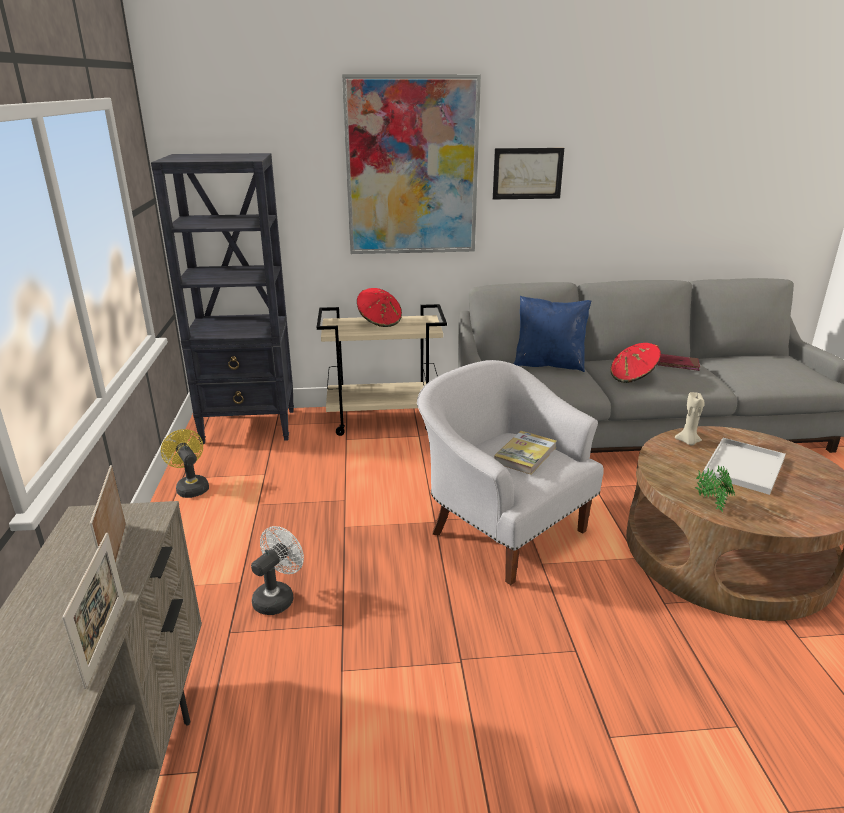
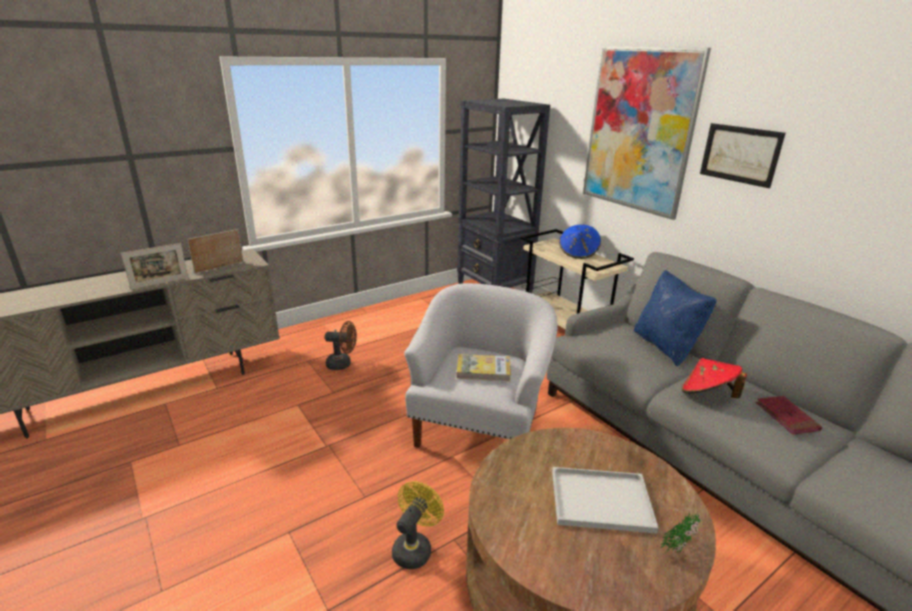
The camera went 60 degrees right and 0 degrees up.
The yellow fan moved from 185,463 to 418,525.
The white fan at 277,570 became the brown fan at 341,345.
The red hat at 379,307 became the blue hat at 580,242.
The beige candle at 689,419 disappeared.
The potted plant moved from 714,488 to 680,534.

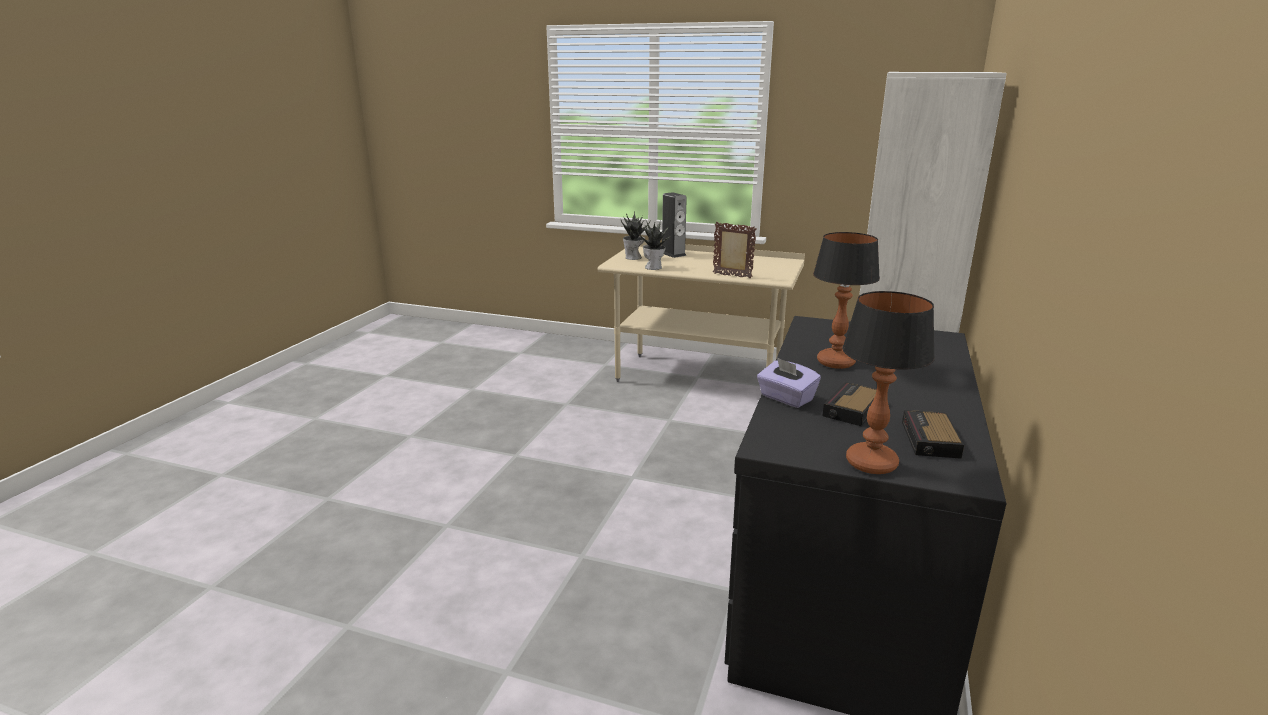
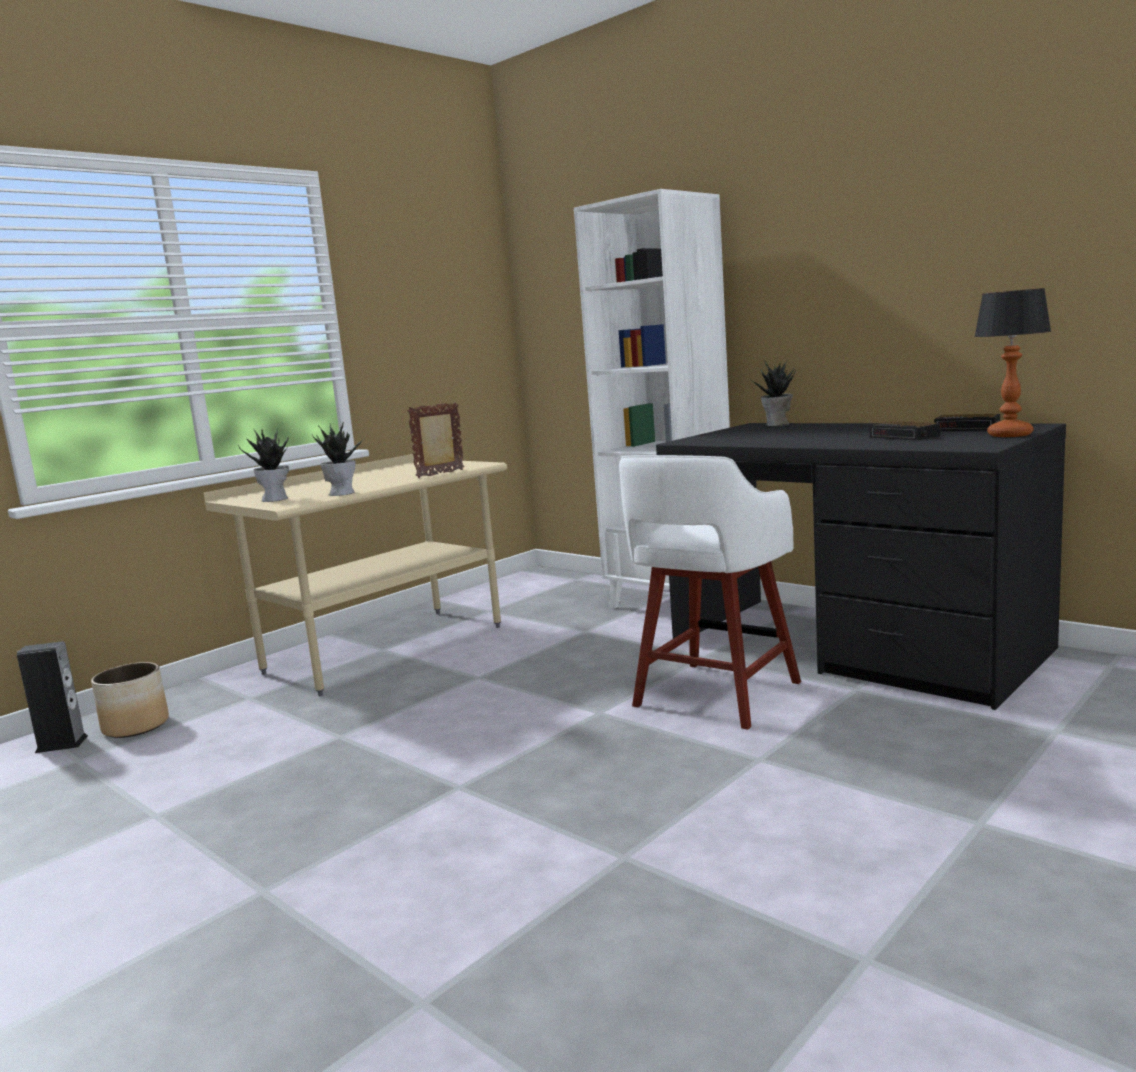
The camera went 65 degrees left and 10 degrees down.
The speaker moved from 674,225 to 52,697.
The purple tissue box at 789,383 disappeared.
The table lamp at 846,300 disappeared.
The planter at 130,700 appeared.
The white stool at 710,592 appeared.
The potted plant at 773,392 appeared.

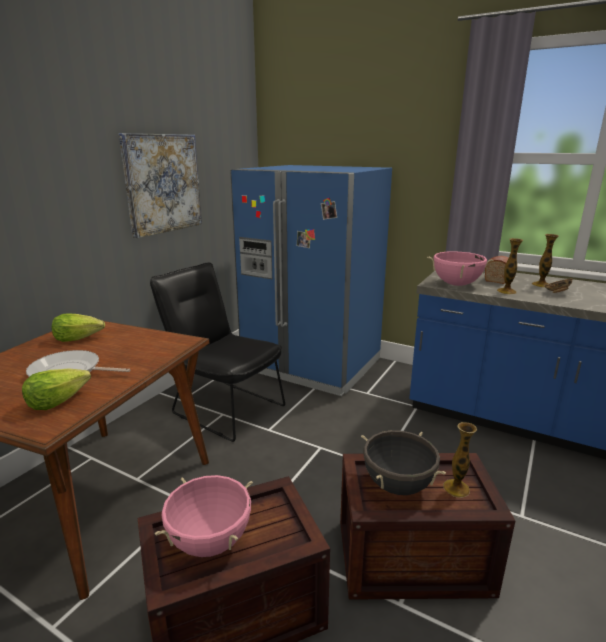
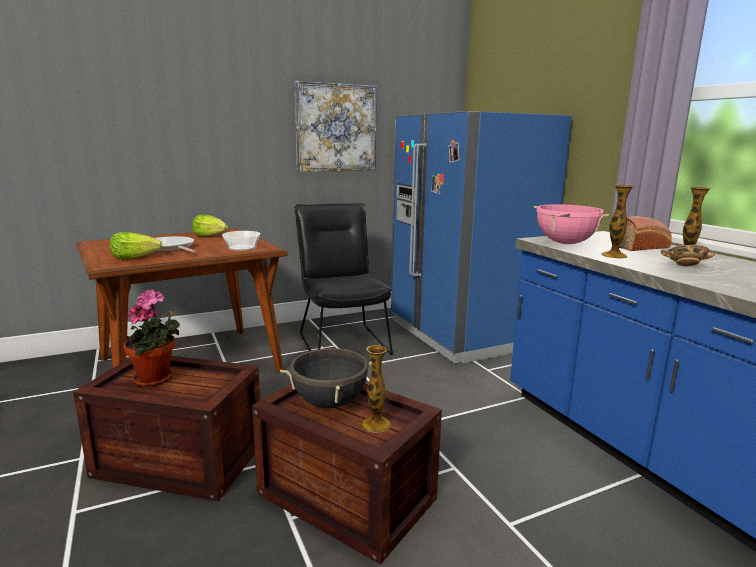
The camera went 35 degrees right and 5 degrees down.
The pink cooking pot at 204,516 was replaced by the potted plant at 152,338.
The bowl at 241,241 appeared.

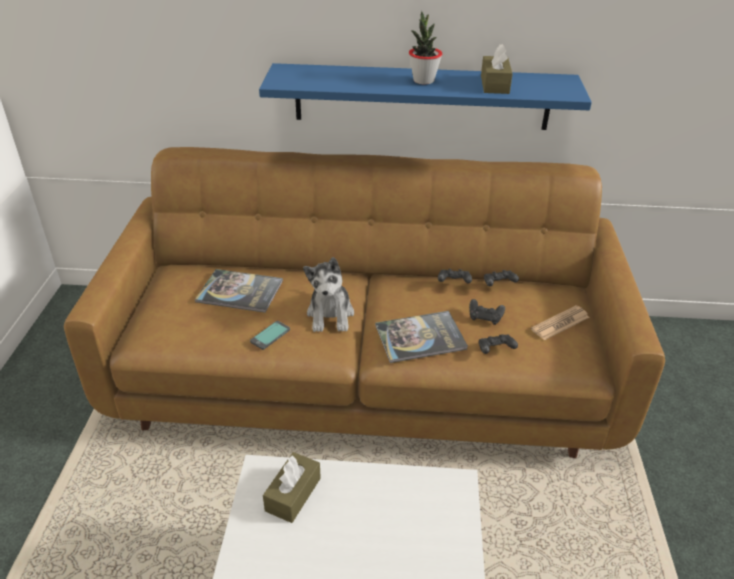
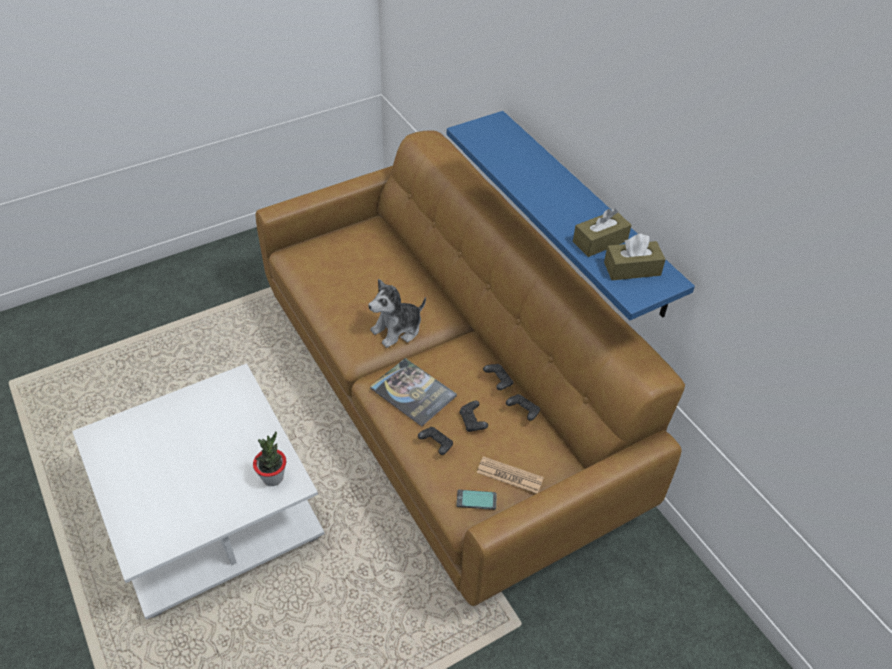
The camera went 55 degrees right and 10 degrees up.
The book at 239,291 disappeared.
The phone moved from 270,335 to 476,500.
The brown tissue box moved from 292,487 to 635,257.
The potted plant moved from 425,47 to 269,458.

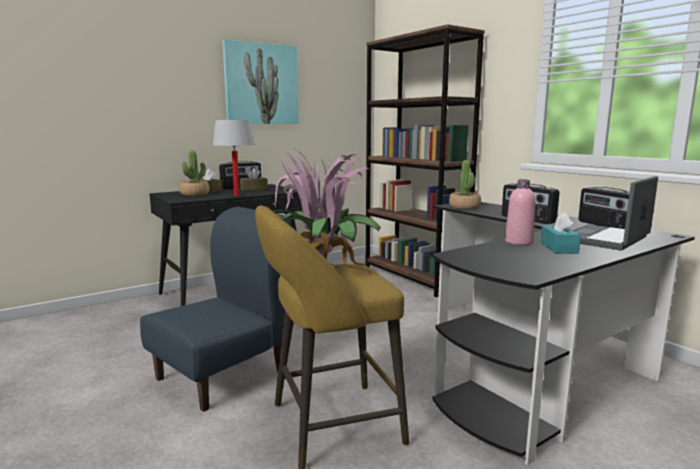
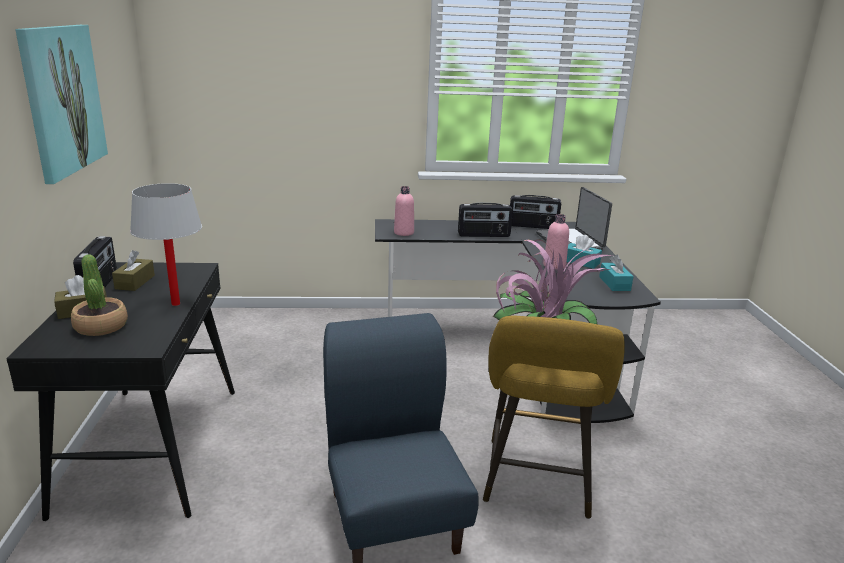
The camera went 60 degrees left and 10 degrees up.
The brown bookcase at 425,160 disappeared.
The potted plant at 465,184 was replaced by the pink bottle at 404,211.
The turquoise tissue box at 616,273 appeared.

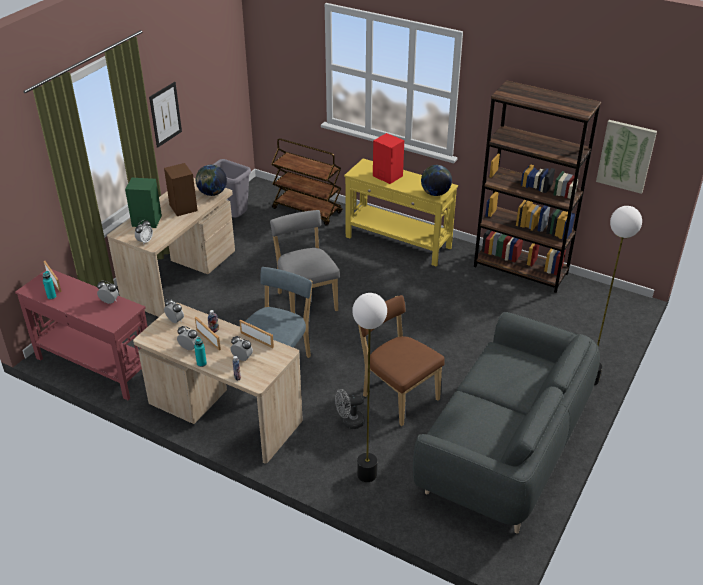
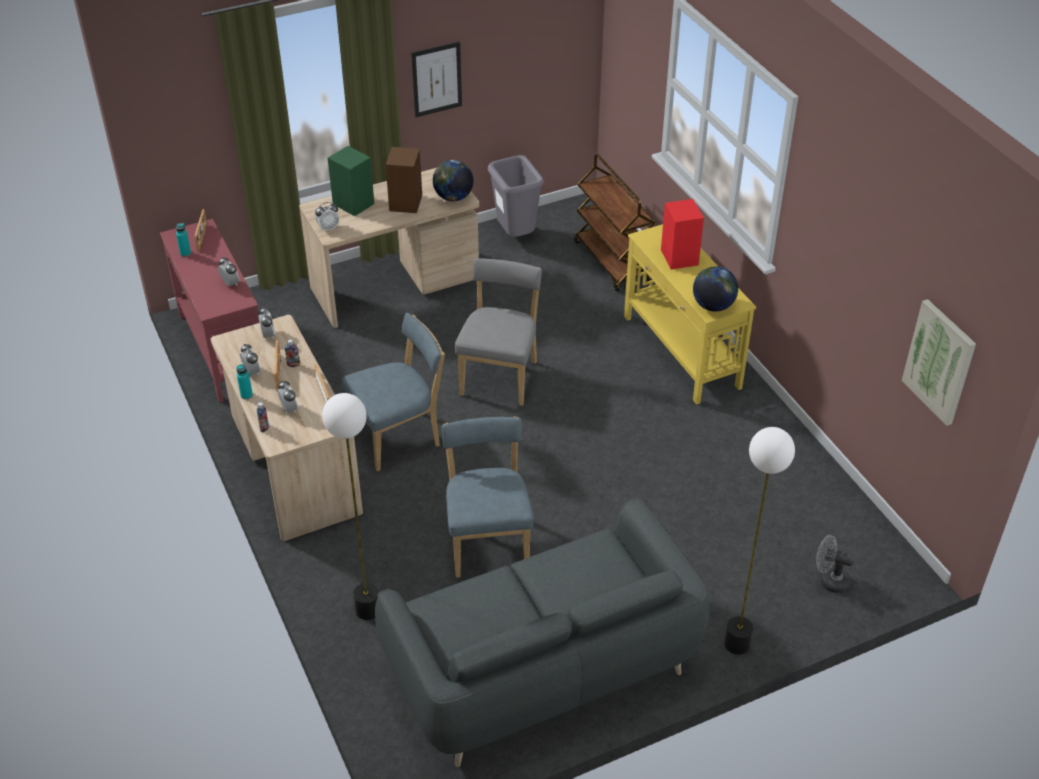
The camera went 35 degrees right and 5 degrees up.
The grey fan moved from 350,409 to 835,564.
The brown chair at 401,360 became the blue chair at 487,497.
The brown bookcase at 537,186 disappeared.

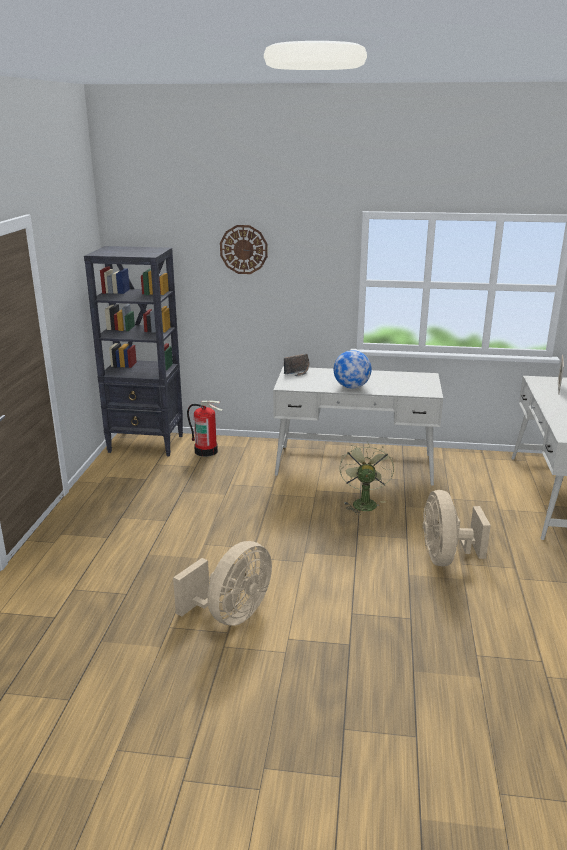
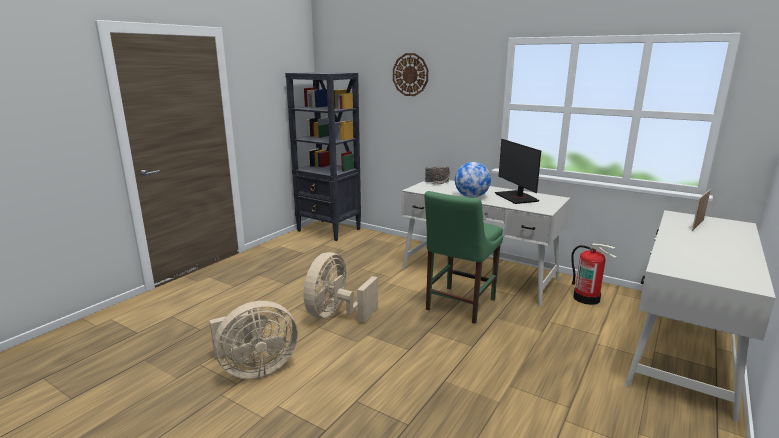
The camera went 25 degrees right and 5 degrees down.
The fire extinguisher moved from 205,428 to 594,274.
The green fan at 366,478 was replaced by the green chair at 463,257.
The beige fan moved from 457,528 to 341,287.
The monitor at 518,171 appeared.

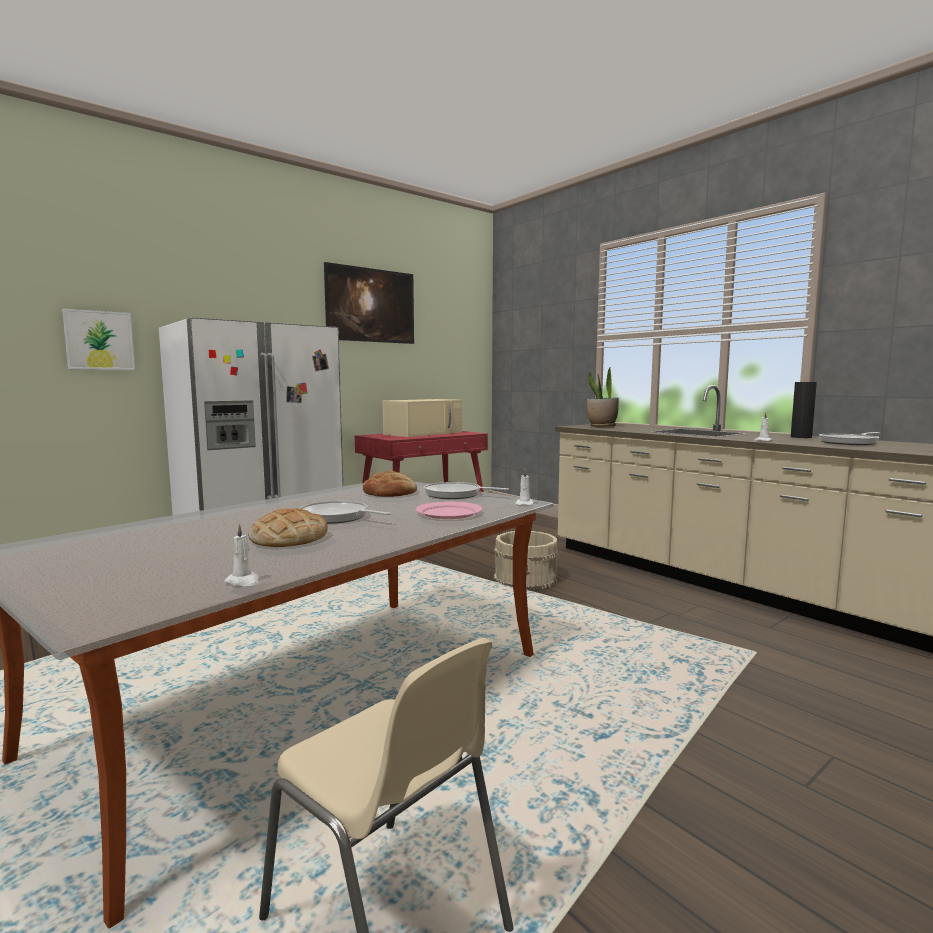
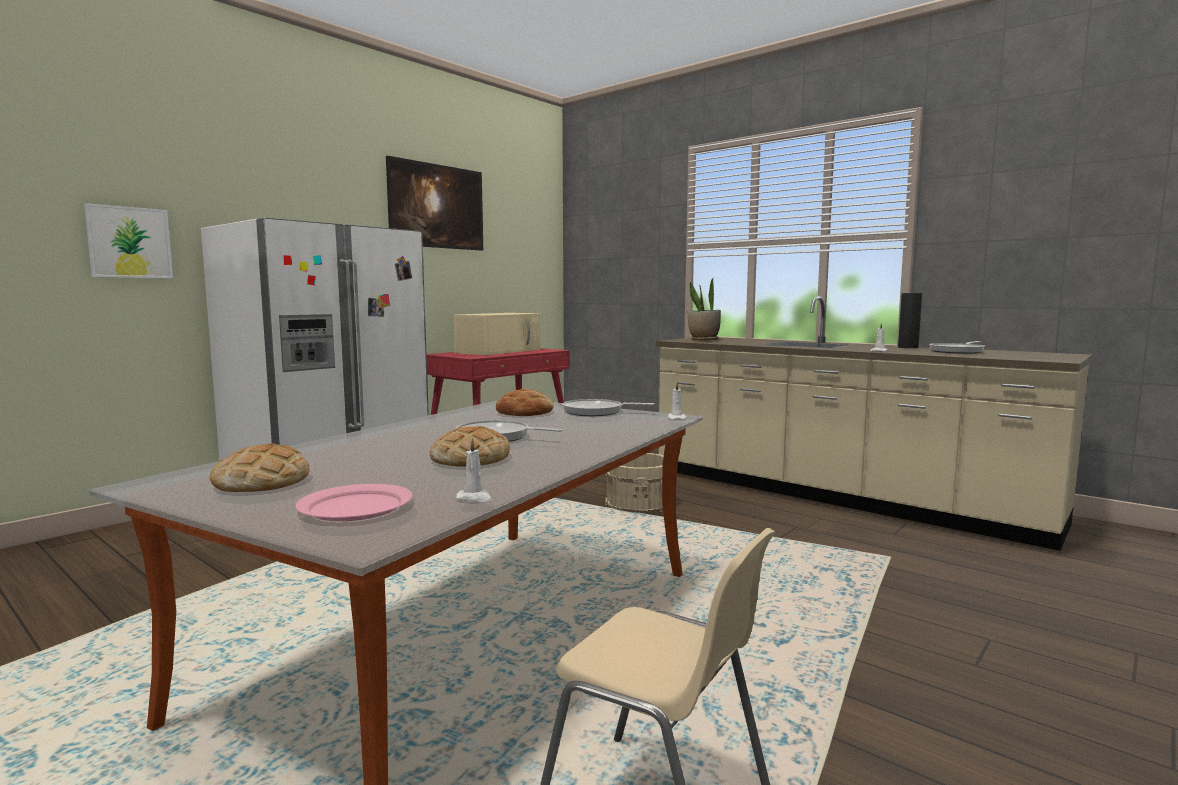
The camera went 10 degrees left and 0 degrees up.
The pink plate moved from 448,510 to 354,502.
The bread at 260,467 appeared.

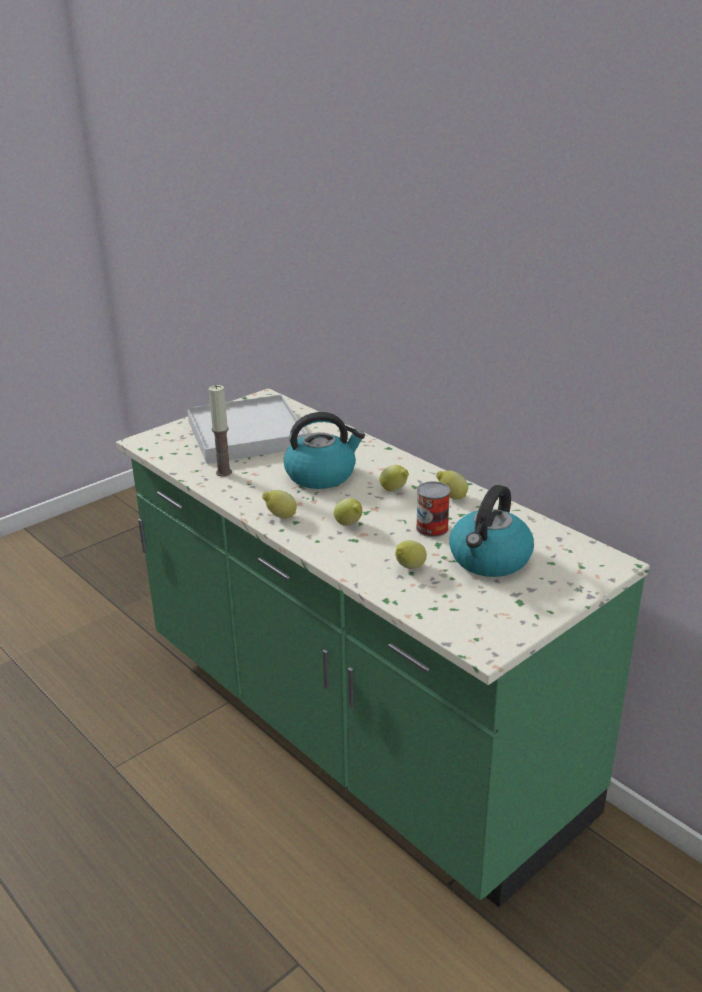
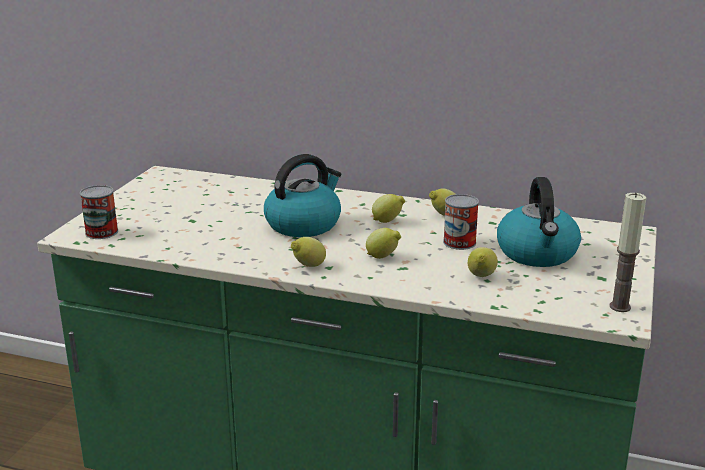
The camera went 30 degrees left and 5 degrees down.
The white tray at 247,429 disappeared.
The candle moved from 220,431 to 628,252.
The can at 99,212 appeared.

